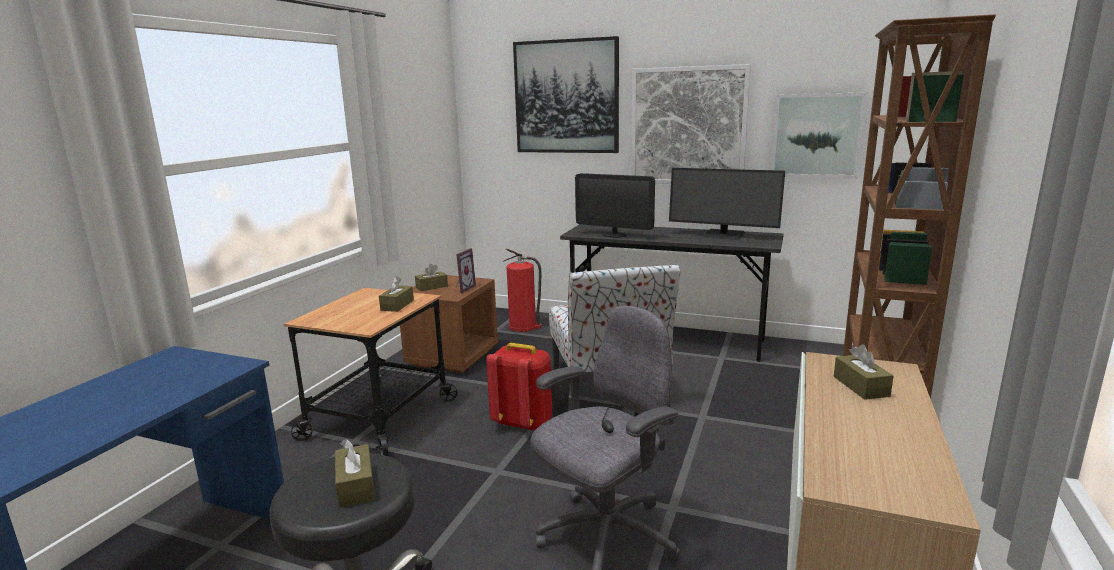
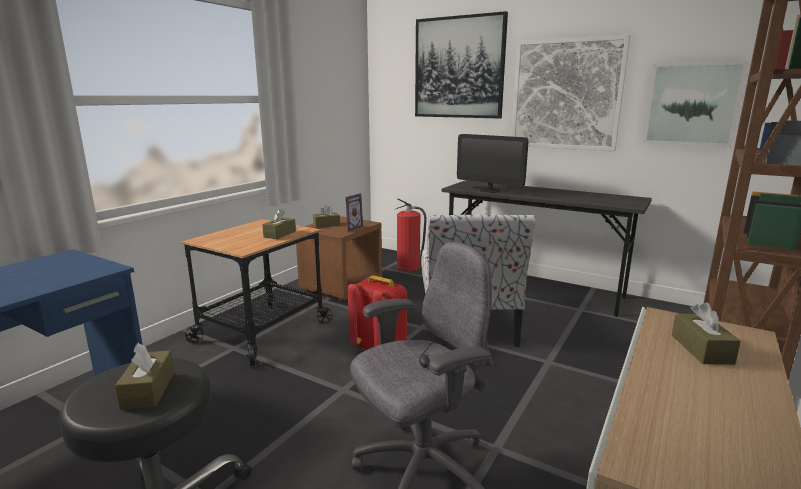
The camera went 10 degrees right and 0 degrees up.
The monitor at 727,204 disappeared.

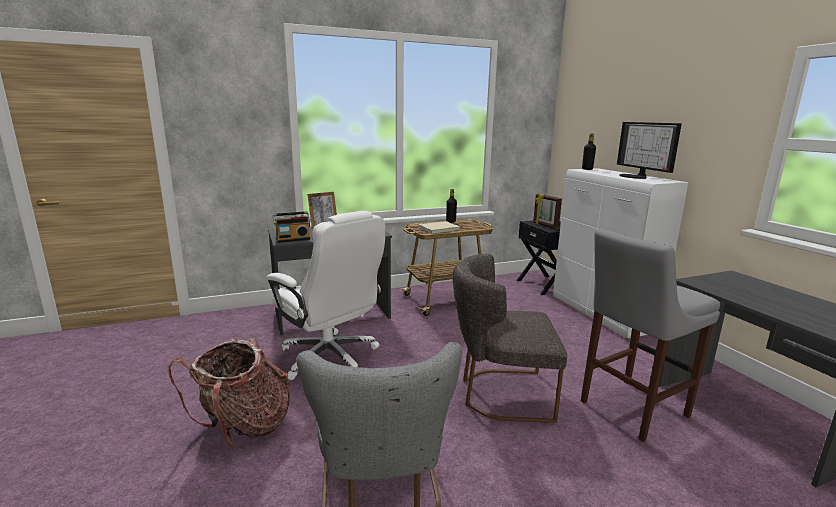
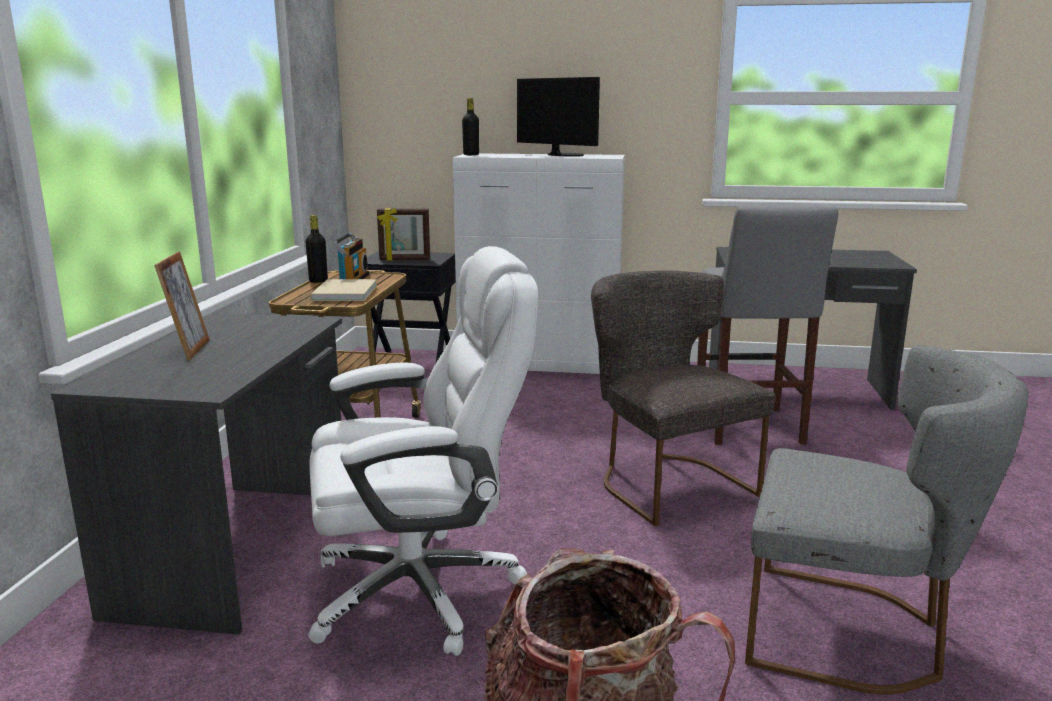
The camera went 60 degrees left and 0 degrees up.
The radio moved from 291,227 to 350,256.
The grey chair at 510,338 turned 120 degrees clockwise.
The monitor at 649,150 turned 150 degrees counterclockwise.

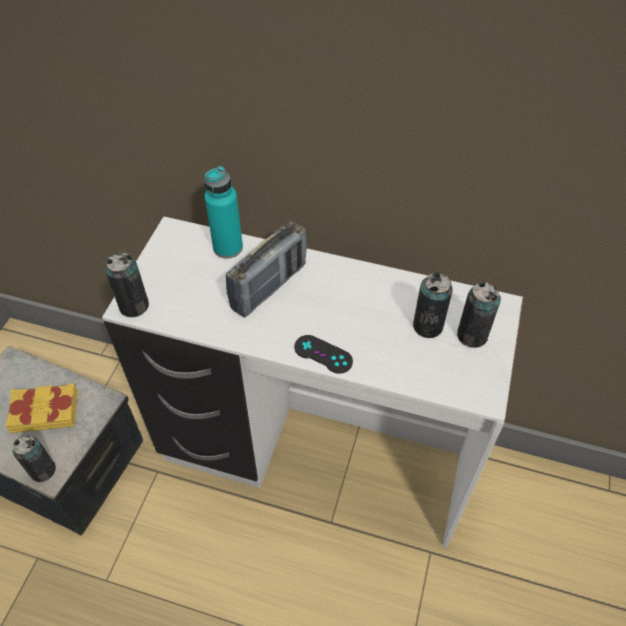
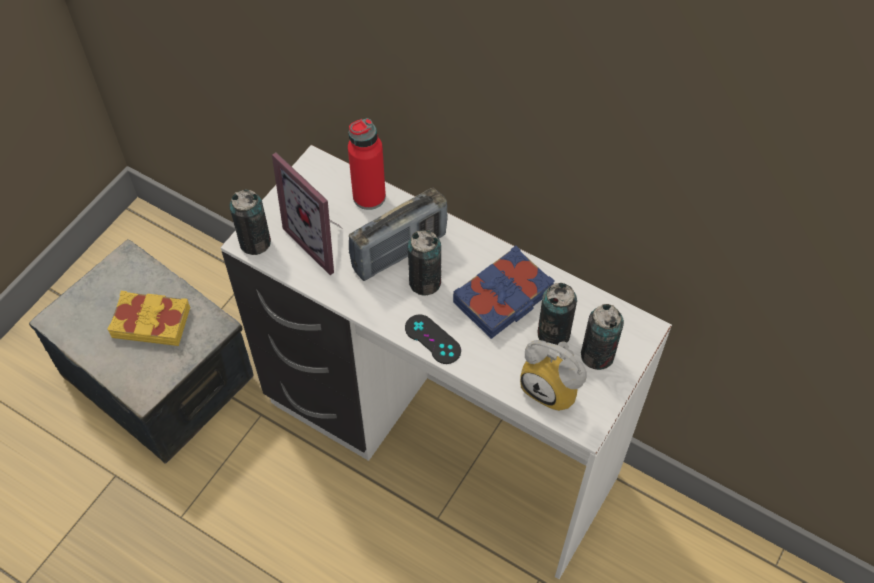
The camera went 15 degrees right and 5 degrees up.
The can moved from 34,458 to 424,263.
The turquoise bottle at 224,212 became the red bottle at 367,164.
The picture frame at 308,213 appeared.
The blue book at 504,292 appeared.
The alarm clock at 553,375 appeared.

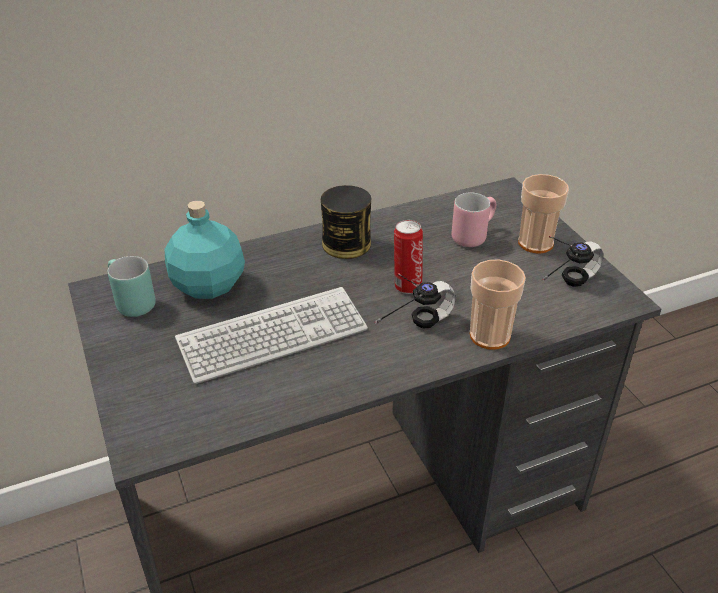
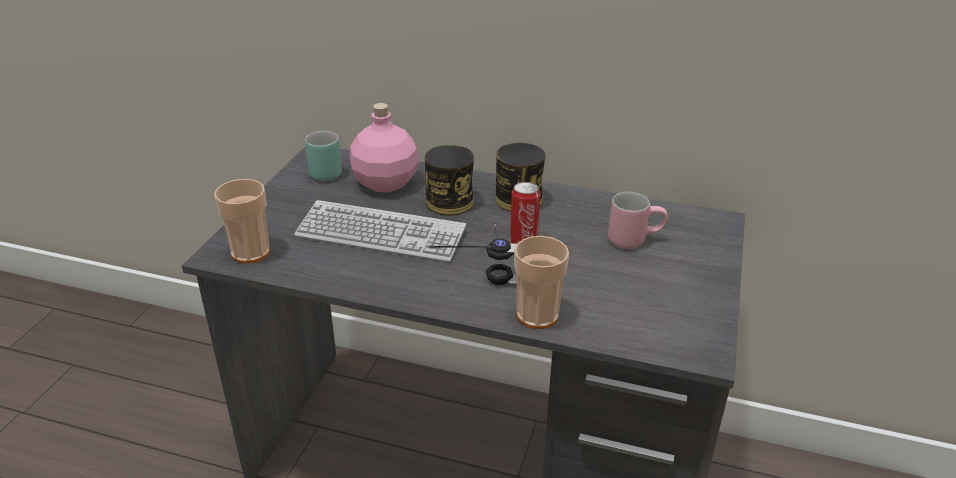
The camera went 40 degrees right and 5 degrees down.
The turquoise bottle at 204,249 became the pink bottle at 384,148.
The cup moved from 543,214 to 242,221.
The headphones at 573,261 disappeared.
The can at 449,180 appeared.

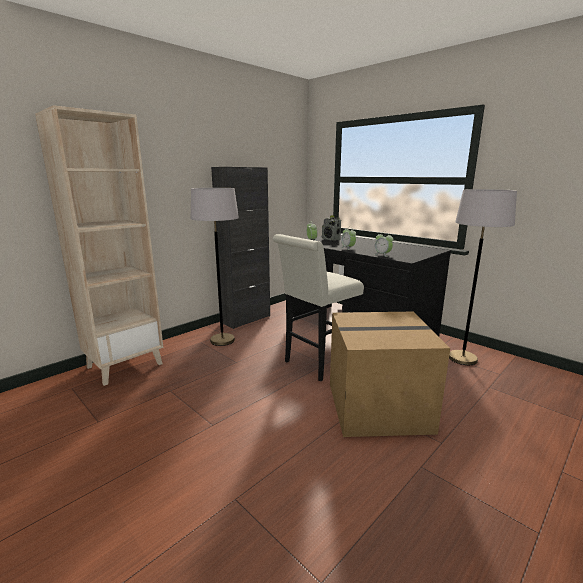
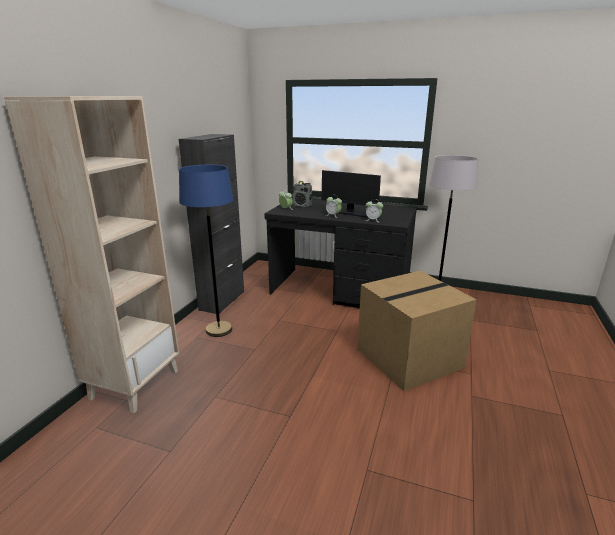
The camera went 25 degrees left and 5 degrees up.
The grey floor lamp at 214,267 became the blue floor lamp at 206,251.
The white stool at 318,307 disappeared.
The monitor at 351,194 appeared.

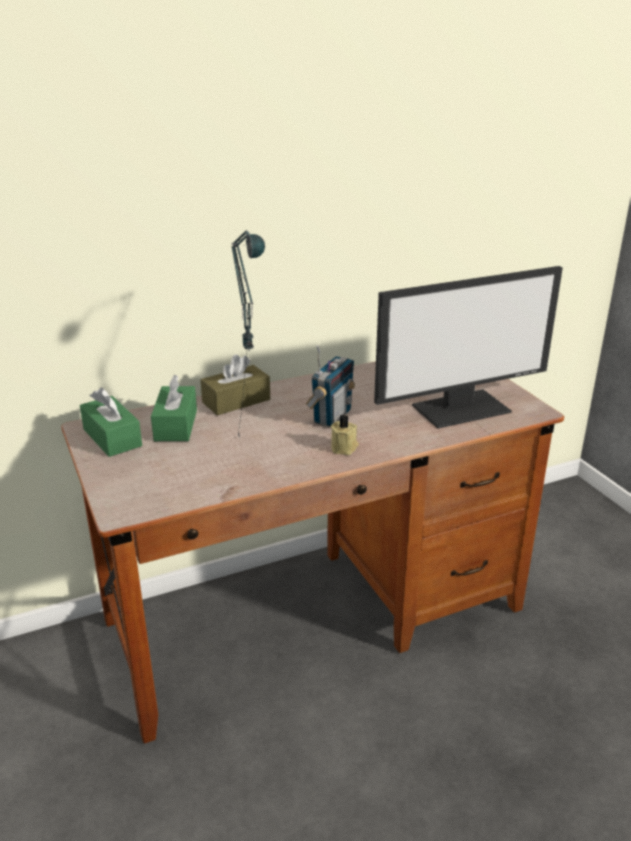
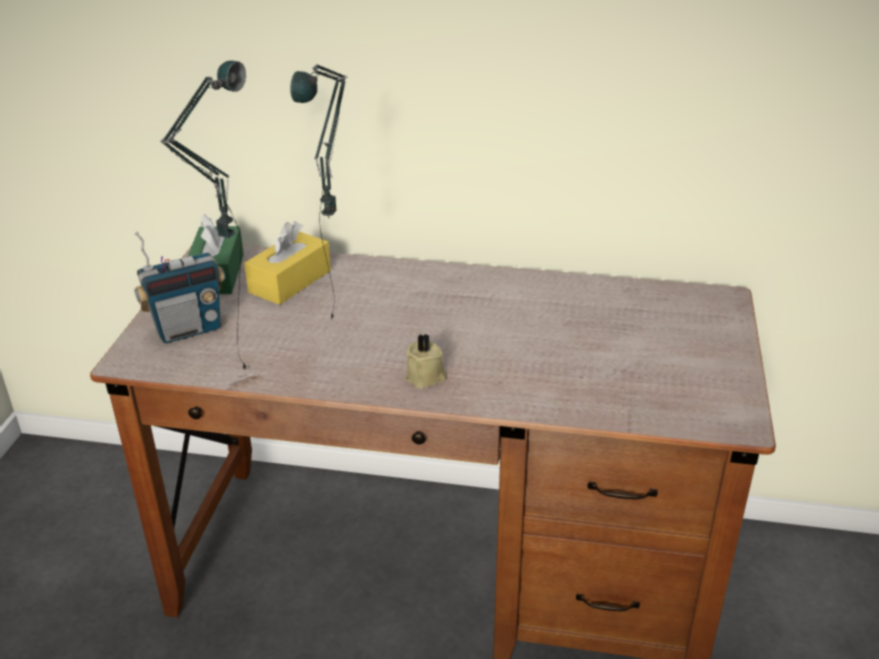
The camera went 35 degrees right and 5 degrees up.
The green tissue box at 174,408 became the yellow tissue box at 287,263.
The brown tissue box at 235,384 disappeared.
The radio moved from 330,386 to 179,287.
The monitor at 468,347 disappeared.
The table lamp at 203,215 appeared.

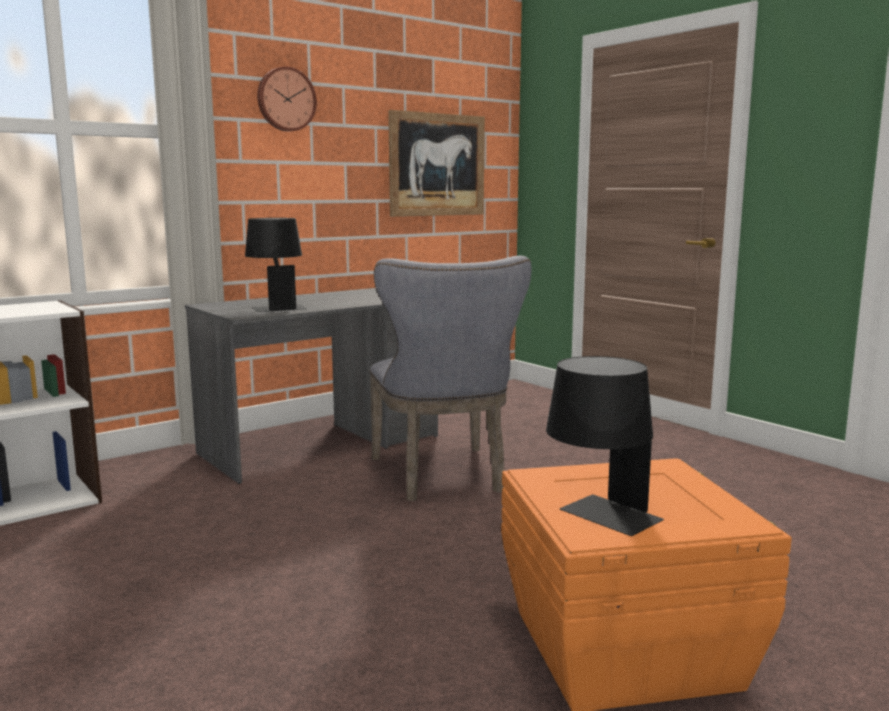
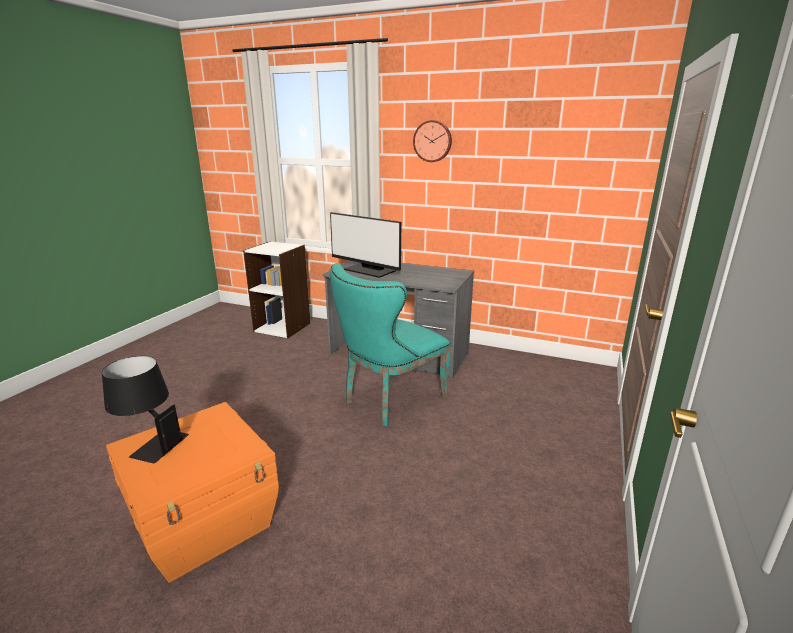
The camera went 60 degrees right and 10 degrees up.
The black table lamp at 276,265 was replaced by the monitor at 365,245.
The grey chair at 450,378 became the turquoise chair at 390,344.
The picture at 436,163 disappeared.

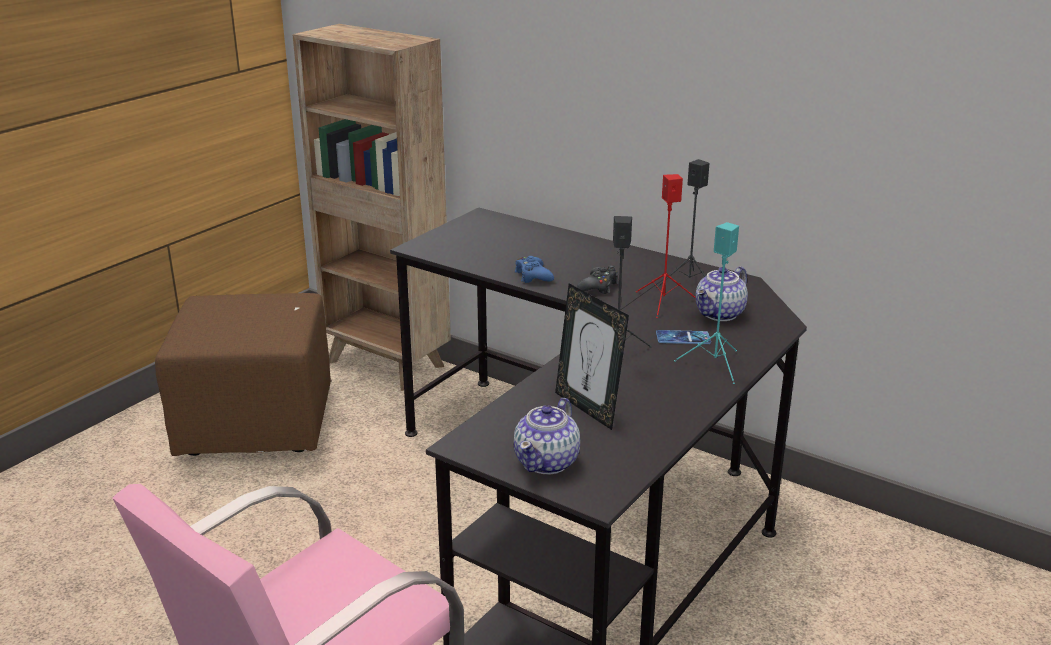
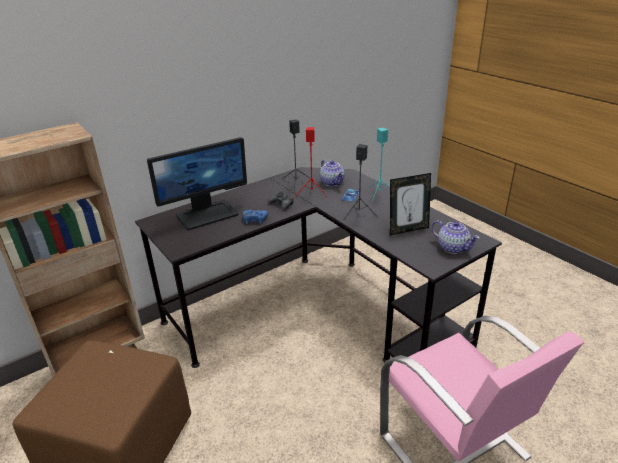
The camera went 70 degrees left and 5 degrees up.
The monitor at 197,183 appeared.

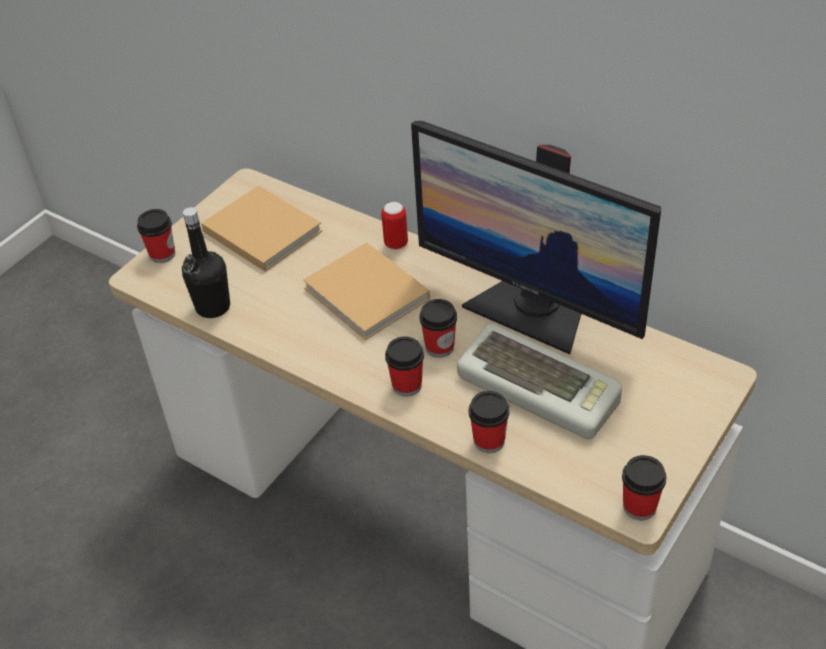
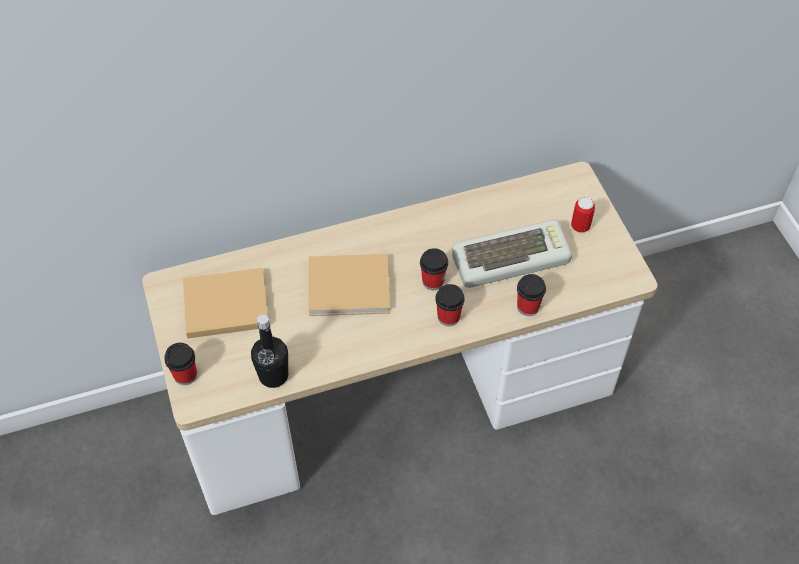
The camera went 55 degrees left and 10 degrees up.
The can moved from 394,226 to 583,215.
The monitor at 536,237 disappeared.
The cup at 644,487 disappeared.

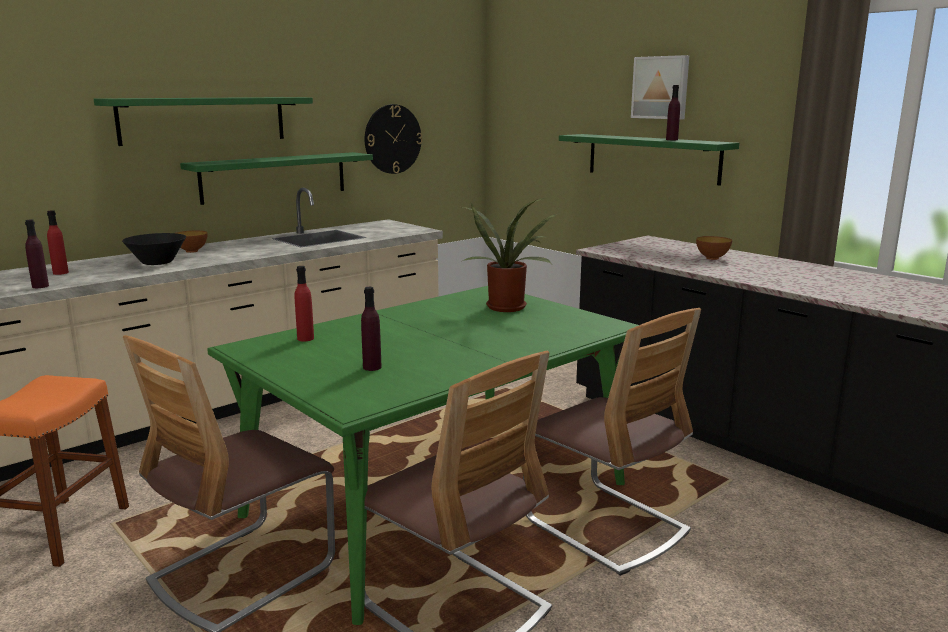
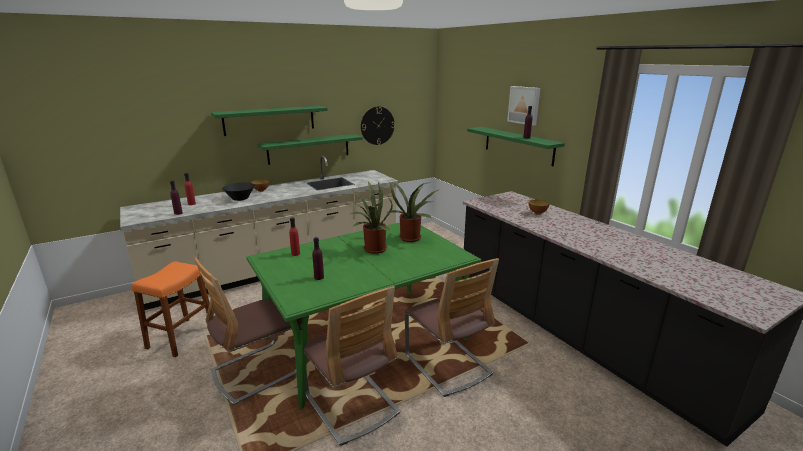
The camera went 10 degrees right and 5 degrees up.
The potted plant at 372,218 appeared.

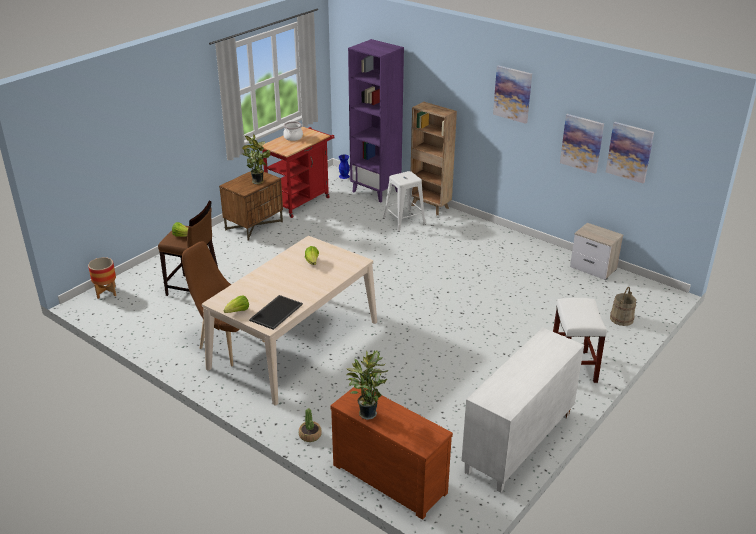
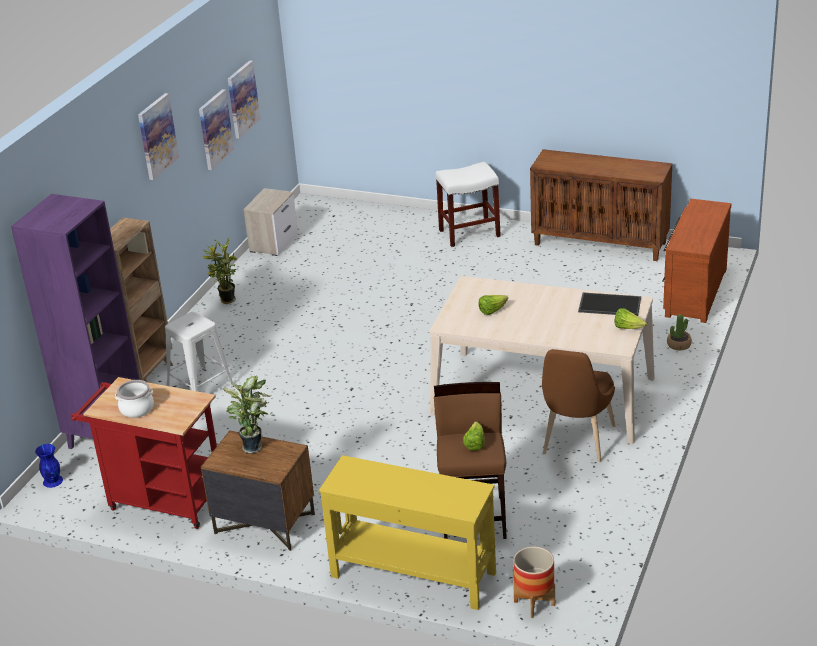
The camera went 105 degrees left and 0 degrees up.
The potted plant moved from 367,385 to 219,270.
The white cabinet at 522,410 became the brown cabinet at 601,205.
The beige bucket at 623,306 disappeared.
The yellow console table at 407,532 appeared.

